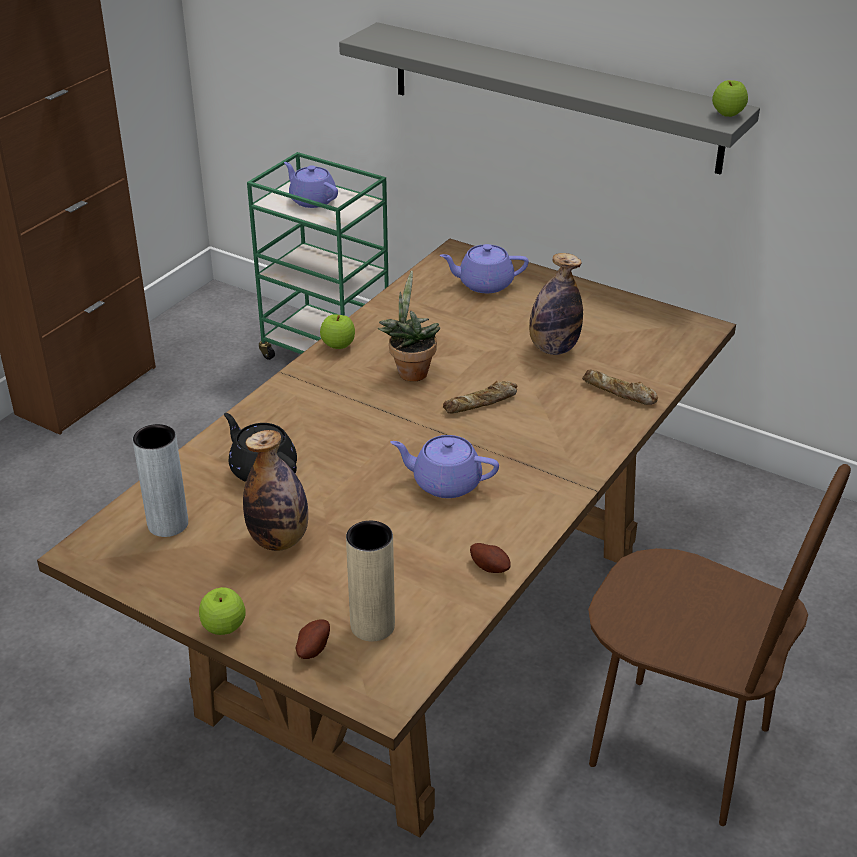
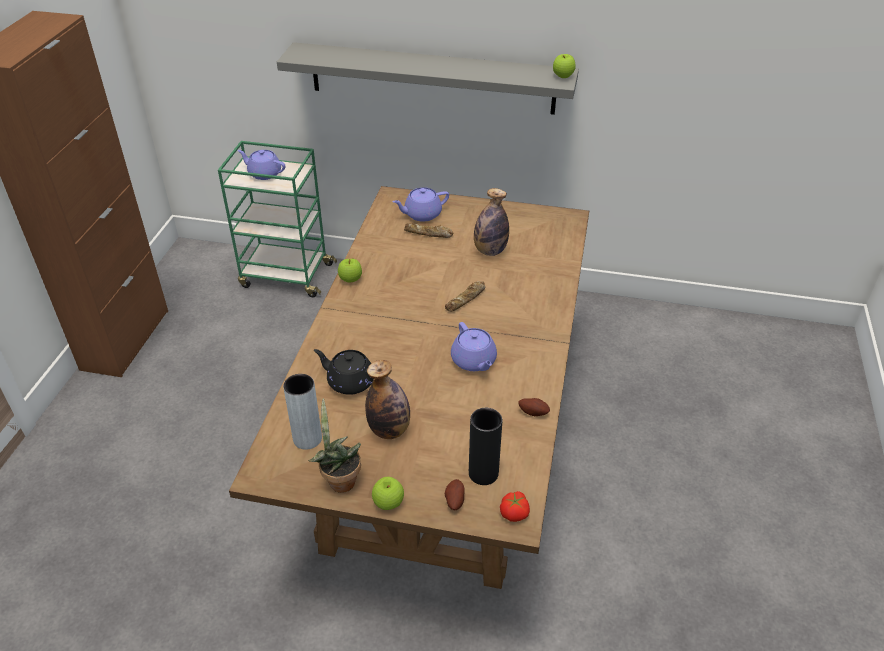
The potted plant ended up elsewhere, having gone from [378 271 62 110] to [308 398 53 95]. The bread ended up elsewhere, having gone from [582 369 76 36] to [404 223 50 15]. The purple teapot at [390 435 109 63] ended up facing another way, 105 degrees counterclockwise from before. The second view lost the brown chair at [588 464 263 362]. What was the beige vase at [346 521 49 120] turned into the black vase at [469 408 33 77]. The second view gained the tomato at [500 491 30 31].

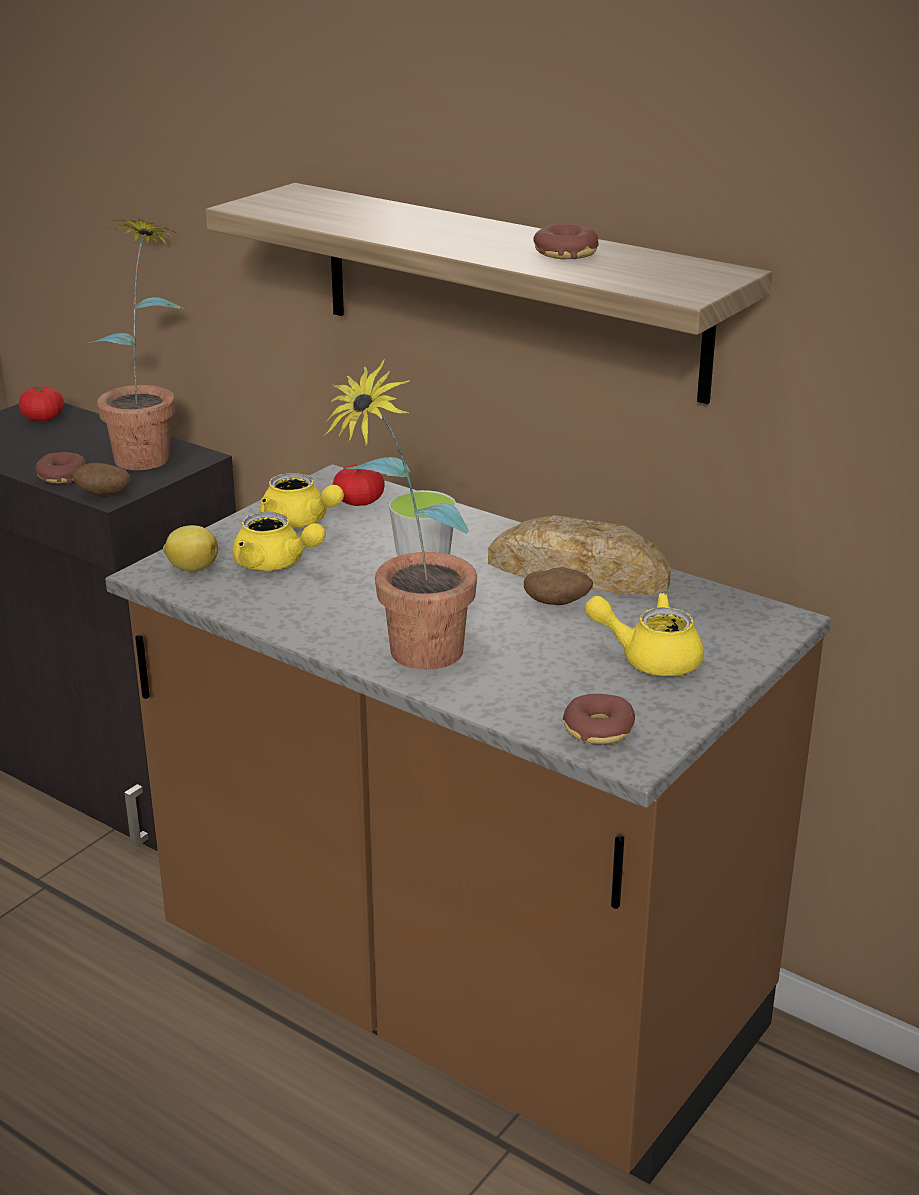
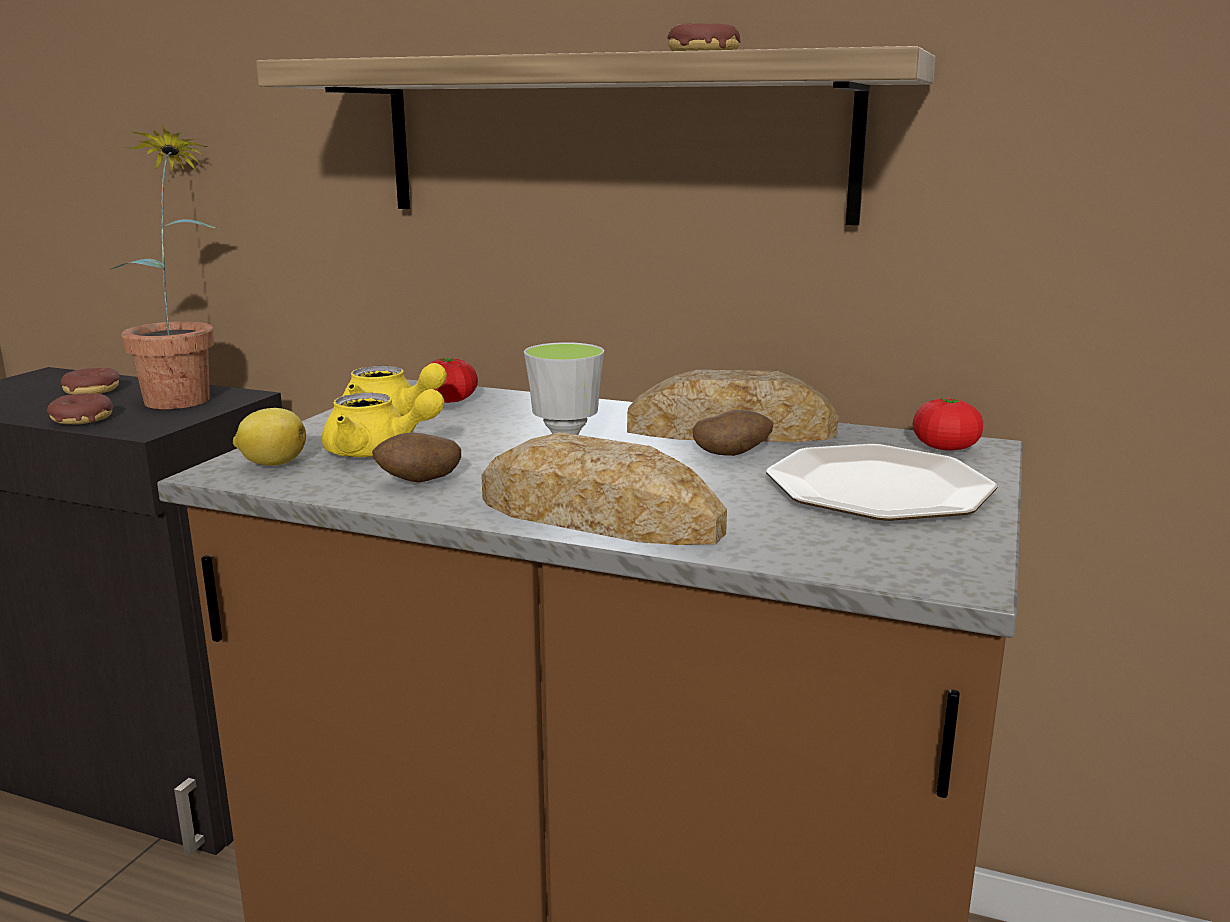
Where the potted plant stood at [324 359 153 311], the bread came to stand at [481 432 246 113]. The tomato ended up elsewhere, having gone from [19 386 45 35] to [913 398 70 53]. The potato ended up elsewhere, having gone from [72 463 59 33] to [372 433 89 50]. Where the yellow teapot stood at [585 593 119 83], the plate came to stand at [766 444 231 77]. The donut ended up elsewhere, having gone from [563 694 72 50] to [61 368 59 27].

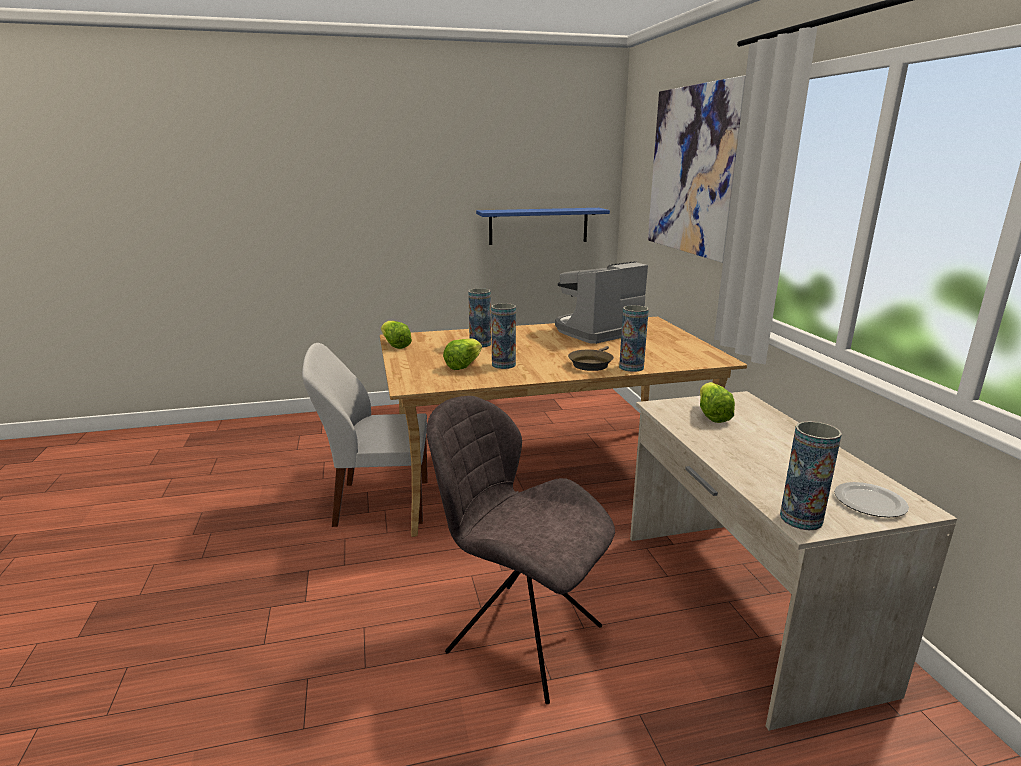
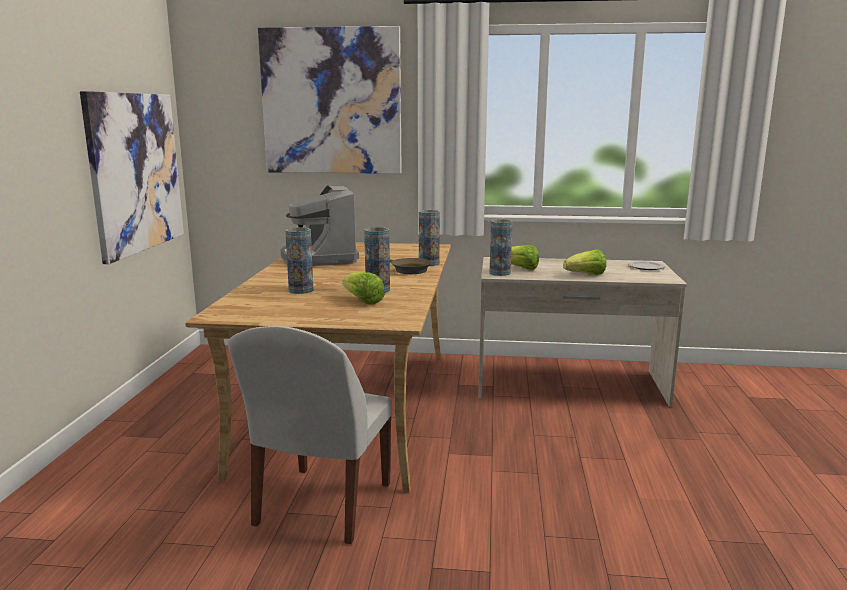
Where the blue shelf hung at [476 208 134 37], the picture came to hang at [80 91 104 173]. The lettuce ended up elsewhere, having gone from [381 321 31 28] to [563 249 44 26]. The second view lost the grey chair at [426 396 189 308]. The vase ended up elsewhere, having gone from [780 421 62 109] to [490 219 22 57].

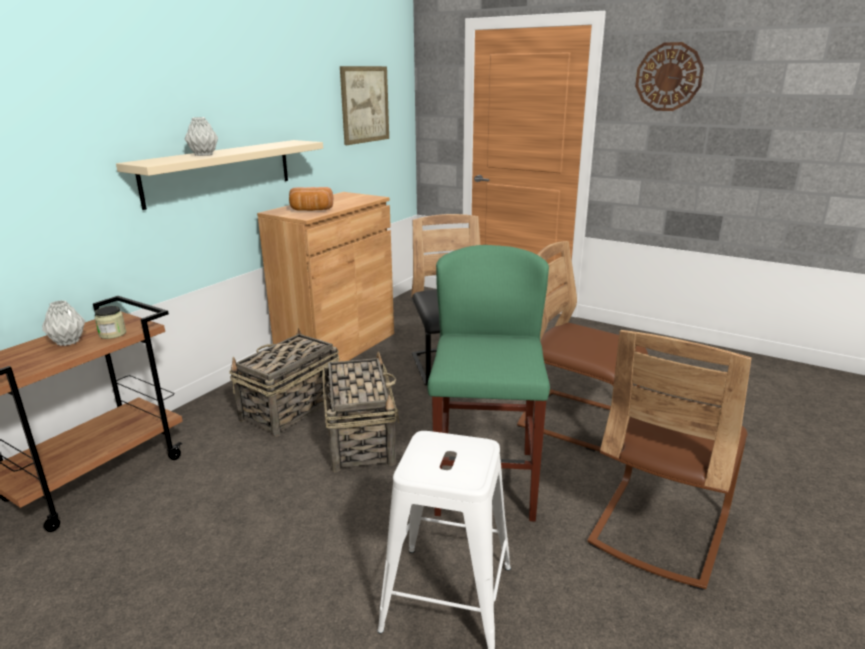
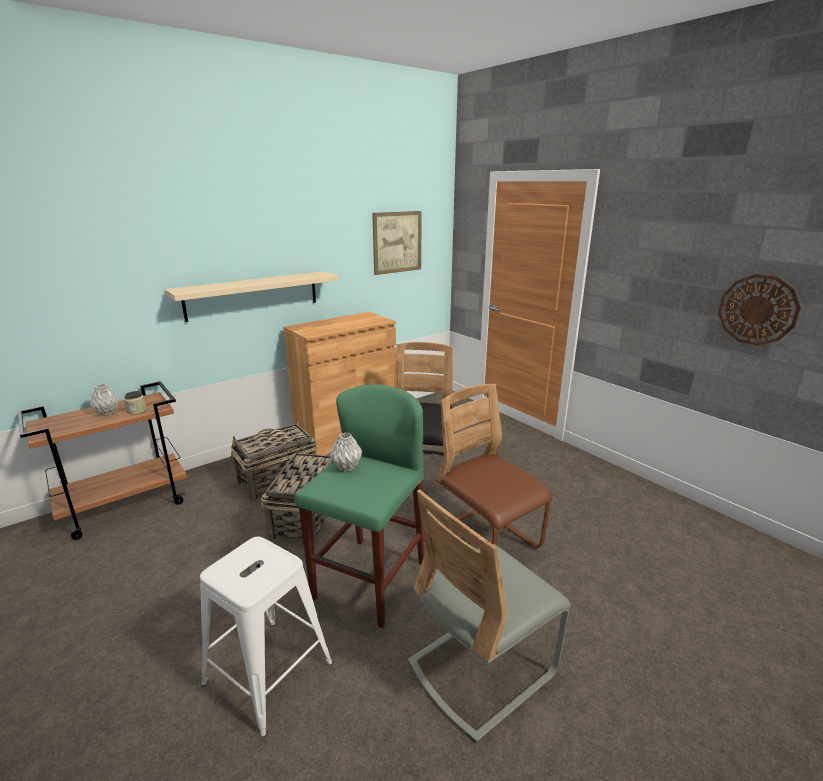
The wall clock ended up elsewhere, having gone from [635 42 69 69] to [718 274 83 72]. The grey vase ended up elsewhere, having gone from [185 117 33 39] to [330 433 32 39]. The second view lost the bread at [289 187 44 24]. What was the brown chair at [587 330 165 260] turned into the grey chair at [408 489 163 253].

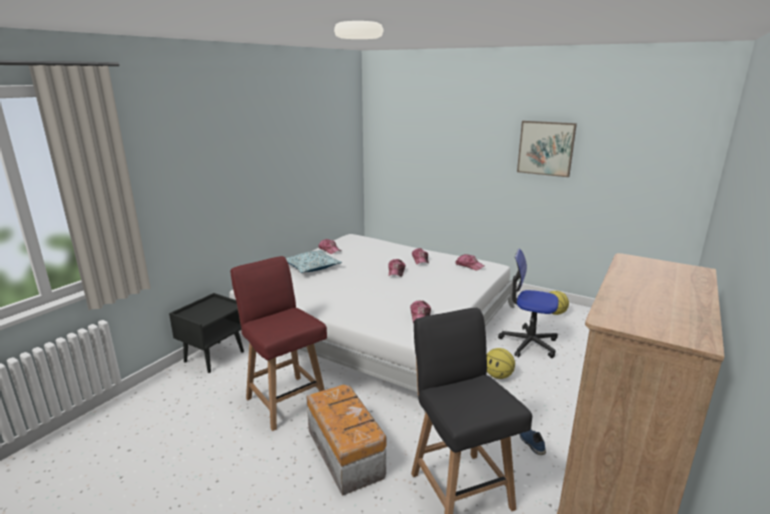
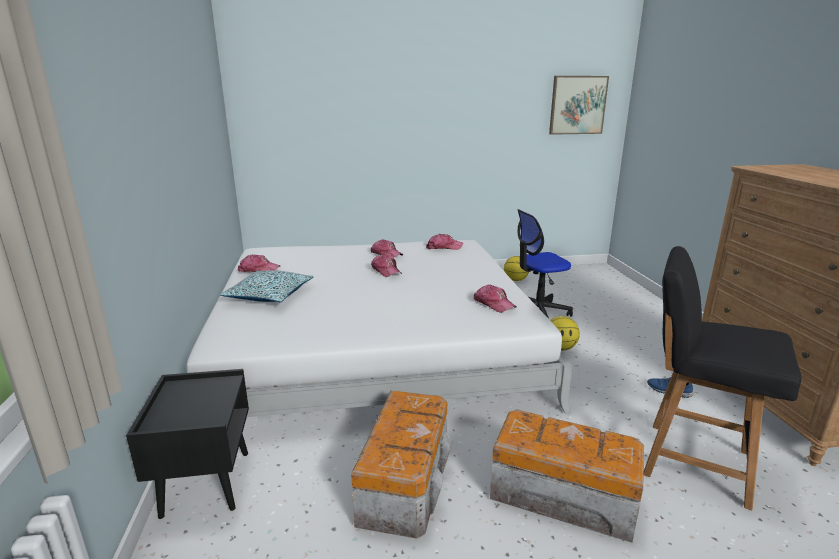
The picture ended up elsewhere, having gone from [517 121 60 56] to [549 76 60 59]. Where the red chair stood at [230 256 97 175], the storage box came to stand at [351 390 101 149].

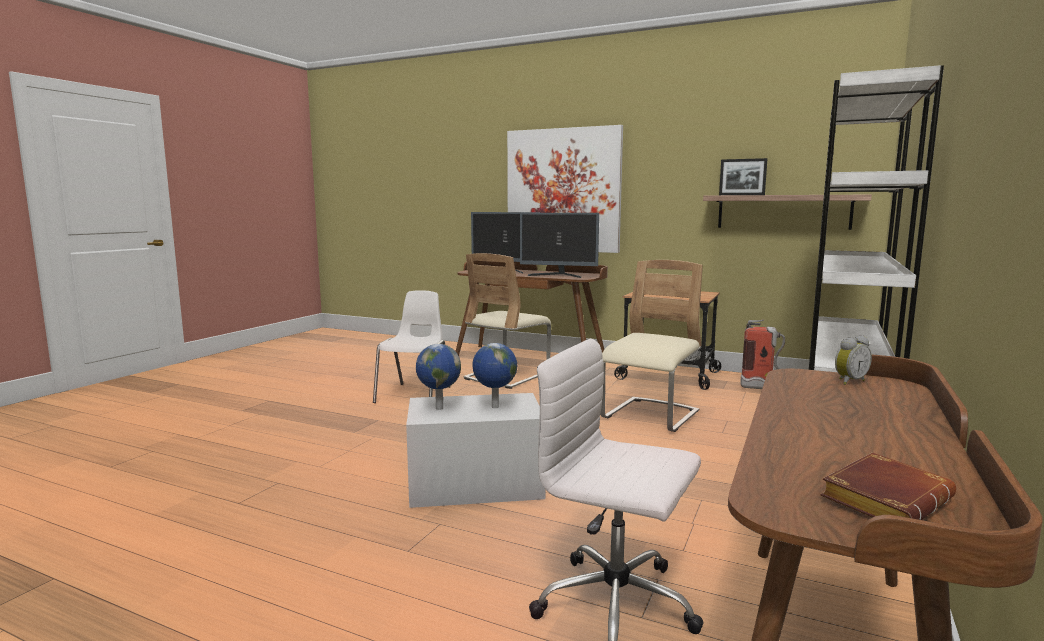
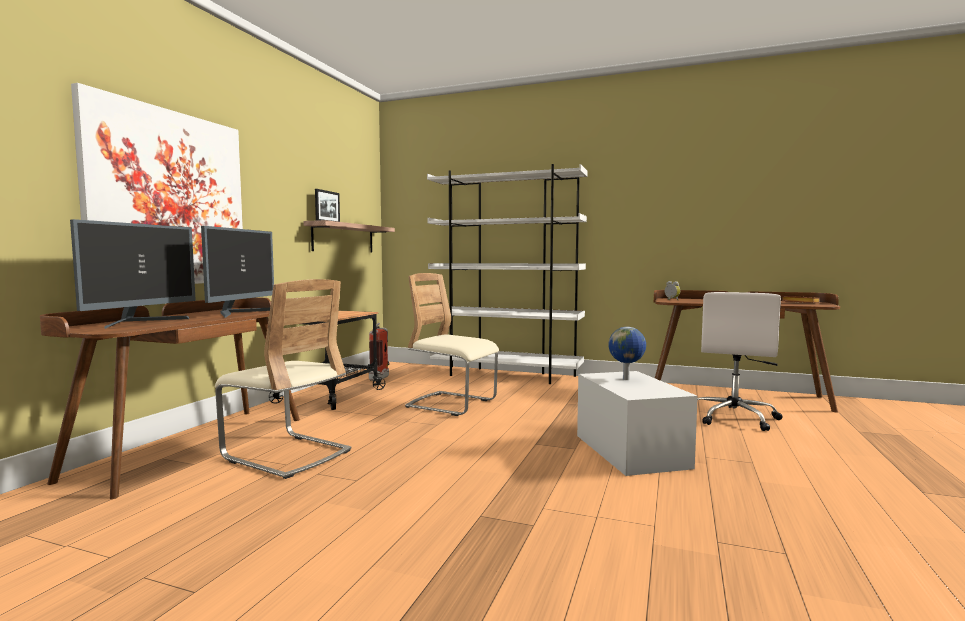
The second view lost the white chair at [373 290 78 113]. The second view lost the globe at [416 344 45 66].

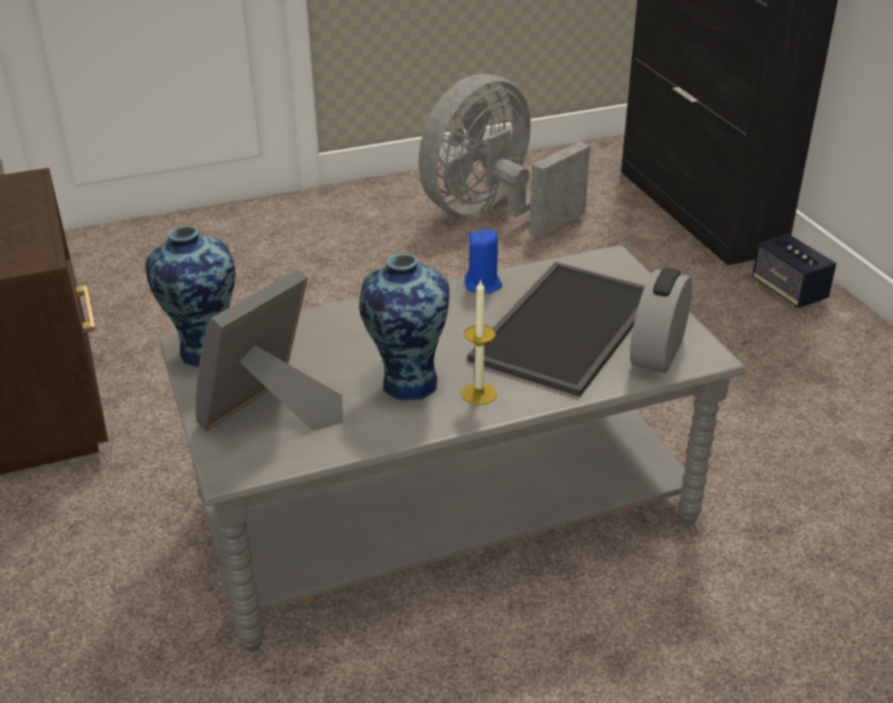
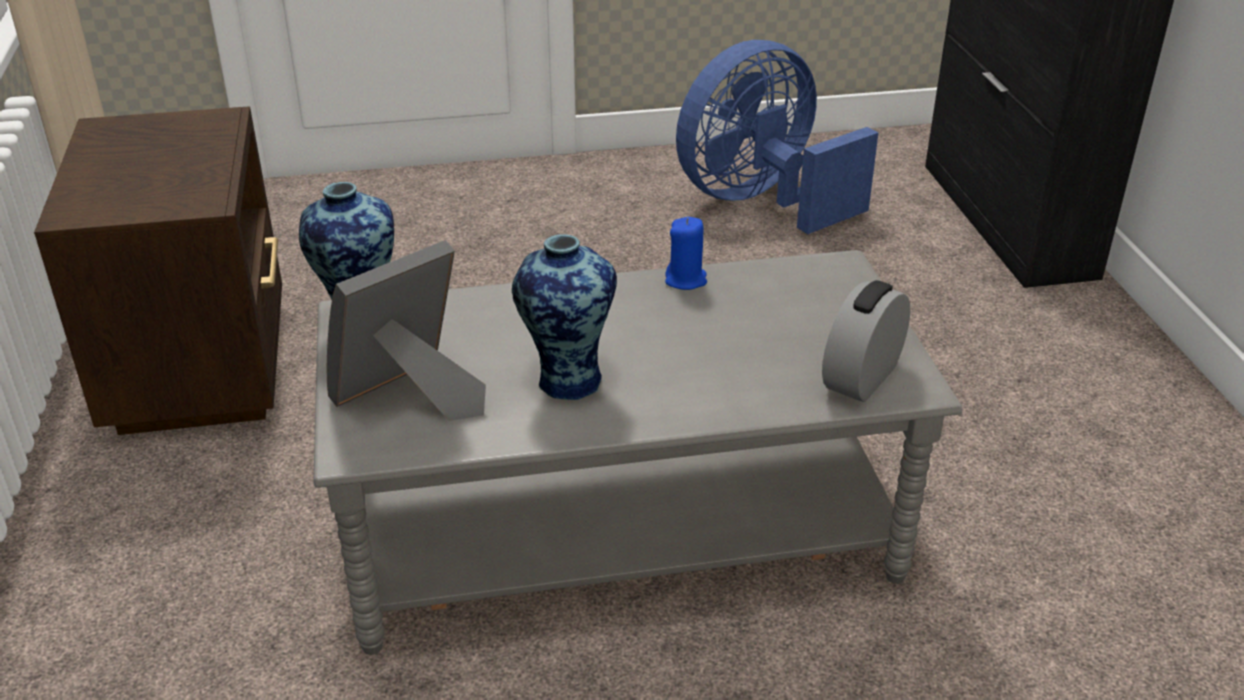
What was the grey fan at [418 74 172 164] turned into the blue fan at [676 40 202 194]. The second view lost the speaker at [752 234 84 74]. The second view lost the tray at [467 262 178 135]. The second view lost the candle at [461 279 36 126].

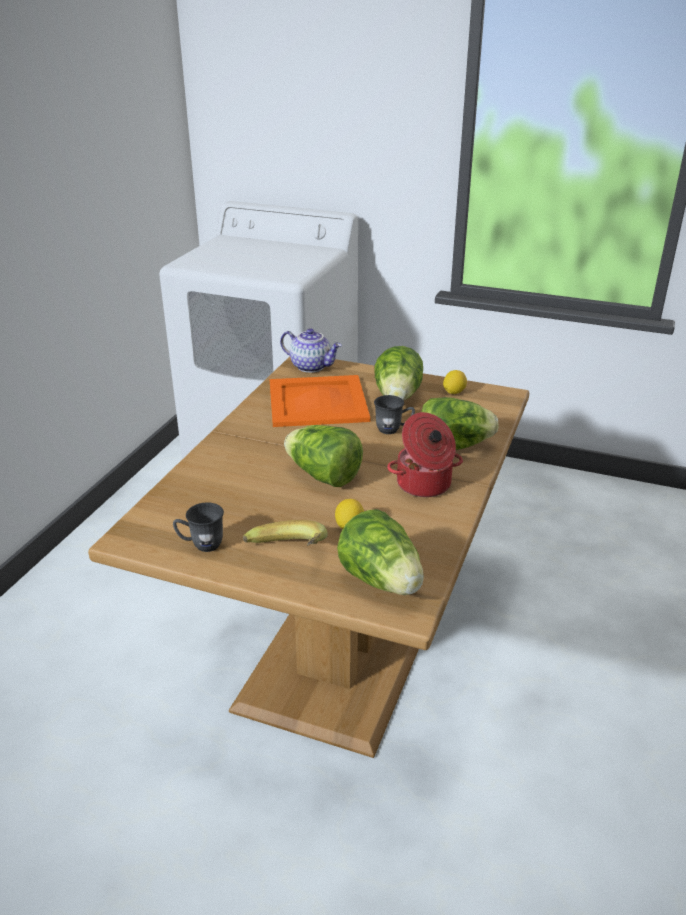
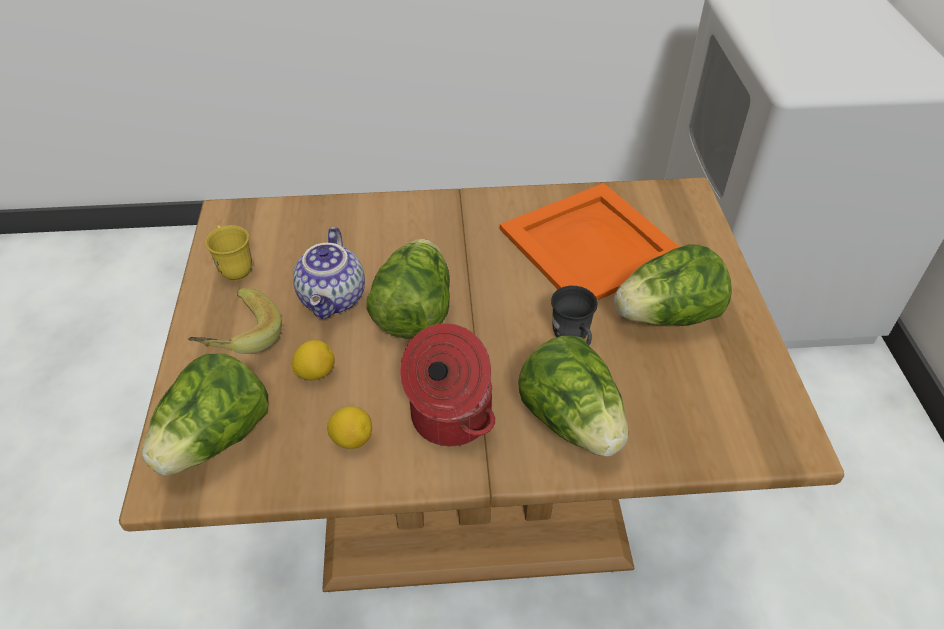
The teapot ended up elsewhere, having gone from [280 328 62 45] to [293 227 72 92]. The lemon ended up elsewhere, having gone from [443 370 24 24] to [327 406 45 43]. What was the grey mug at [173 502 51 50] turned into the yellow mug at [205 225 47 56].

